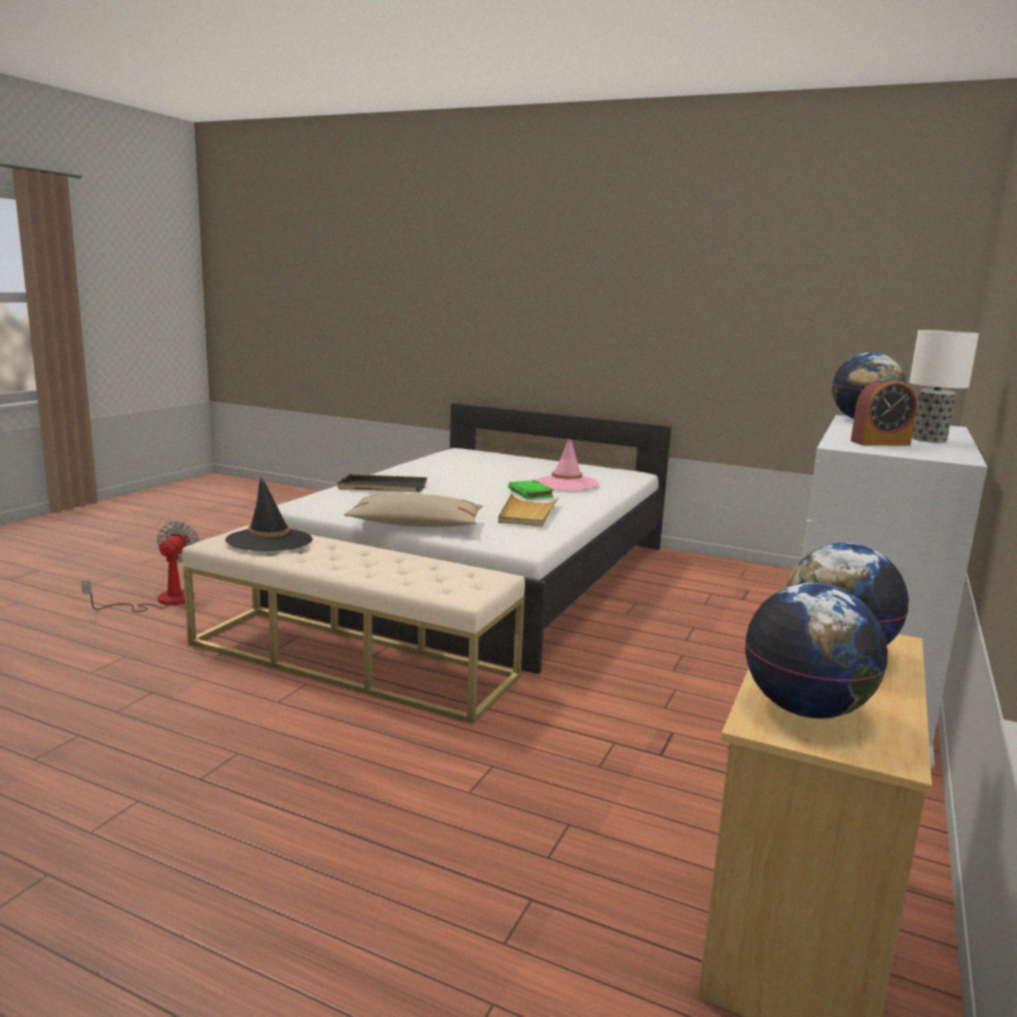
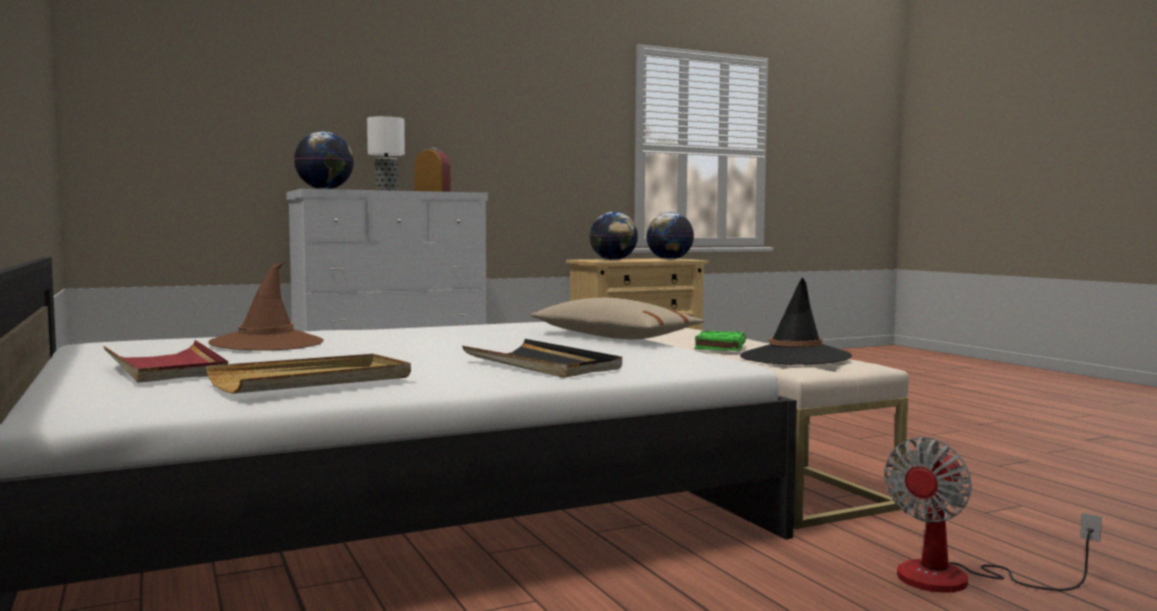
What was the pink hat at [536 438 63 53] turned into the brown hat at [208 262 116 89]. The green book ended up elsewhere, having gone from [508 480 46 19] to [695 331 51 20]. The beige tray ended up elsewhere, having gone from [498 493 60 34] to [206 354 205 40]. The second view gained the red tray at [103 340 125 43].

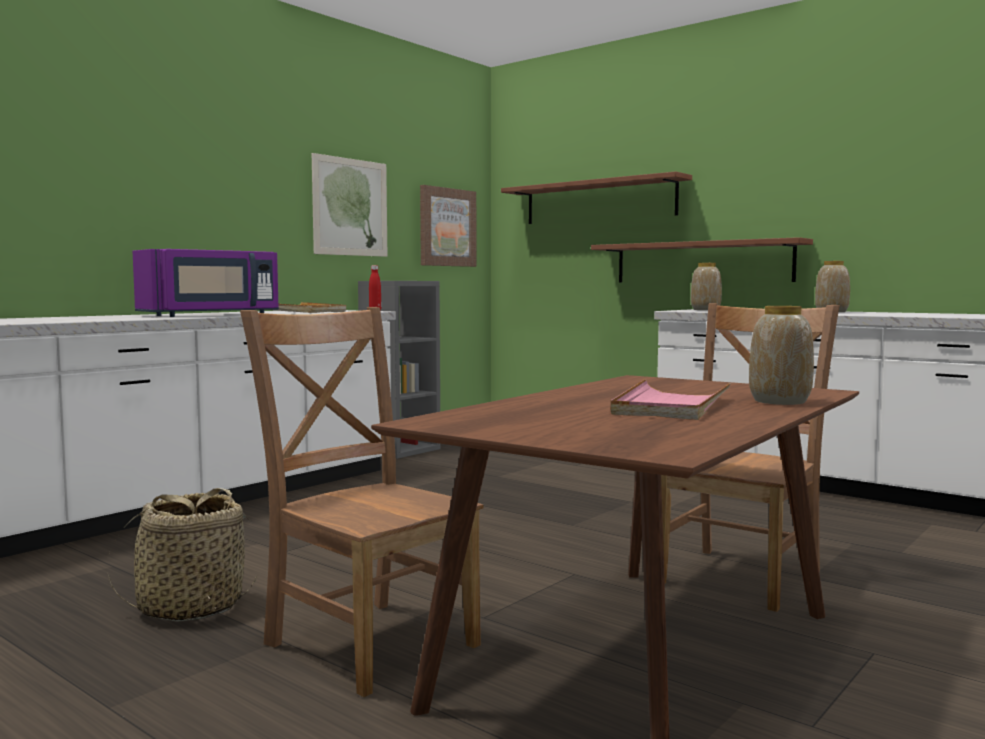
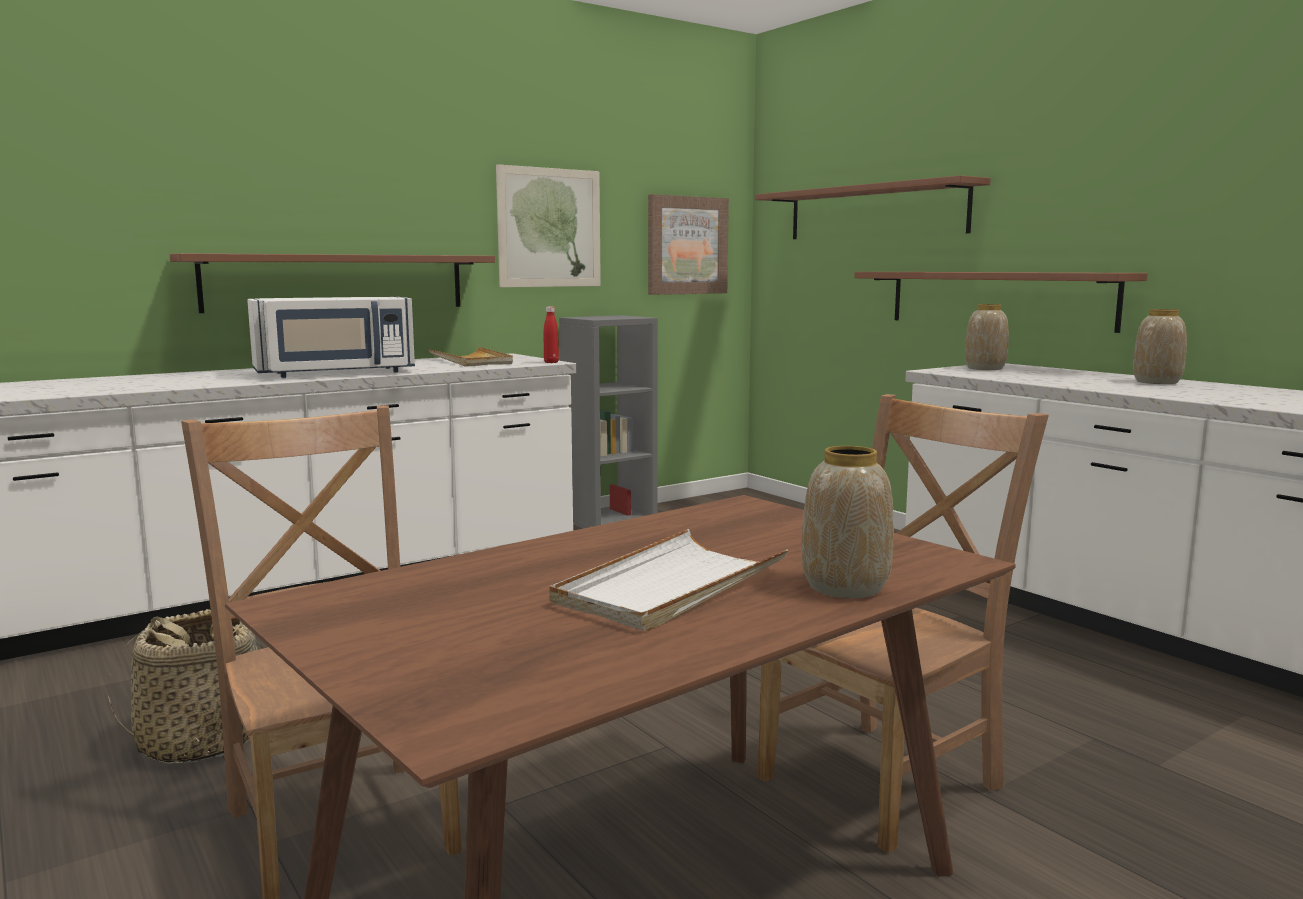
What was the purple microwave at [133 249 146 68] turned into the white microwave at [247 297 168 81]. What was the pink tray at [611 379 120 41] turned into the white tray at [549 529 239 103]. The second view gained the brown shelf at [170 253 325 60].

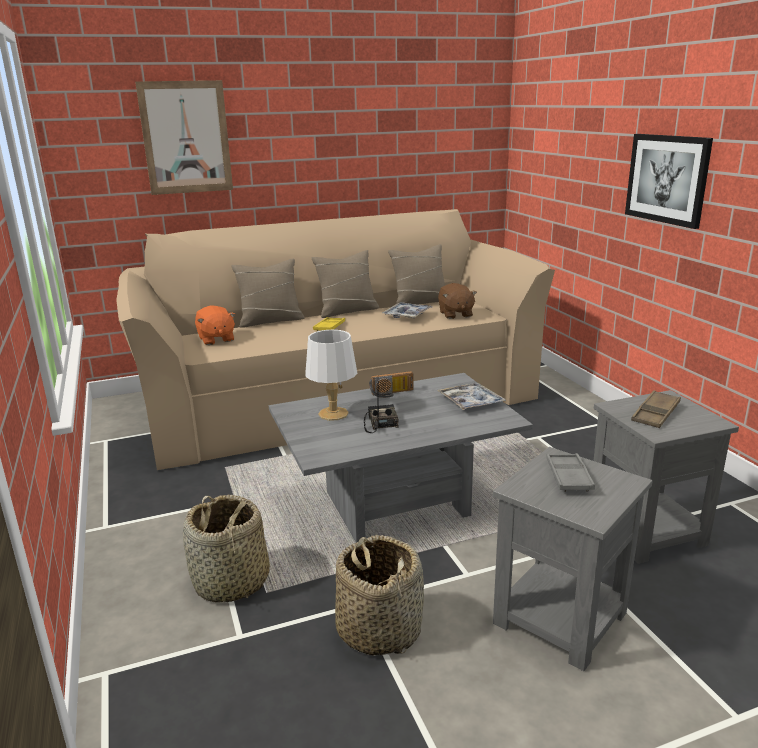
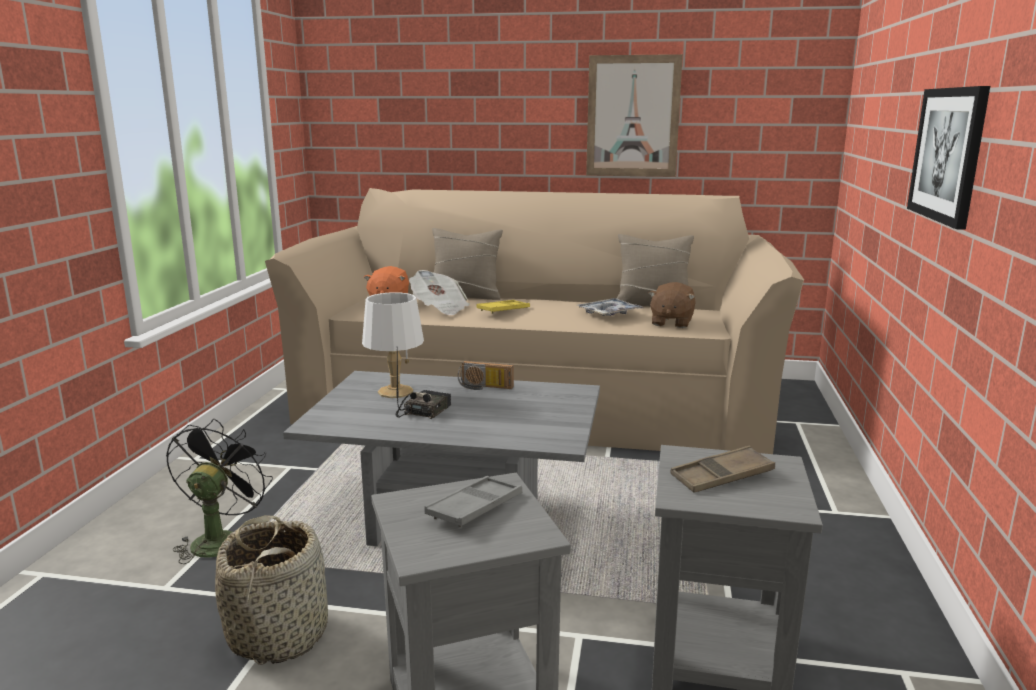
The picture ended up elsewhere, having gone from [135 80 98 115] to [586 54 97 123]. The second view lost the beige pillow at [312 250 67 68]. The second view lost the tray at [437 383 70 27]. Where the basket stood at [183 495 87 107], the black fan came to stand at [166 419 107 145]. The second view gained the newspaper at [409 270 61 46].

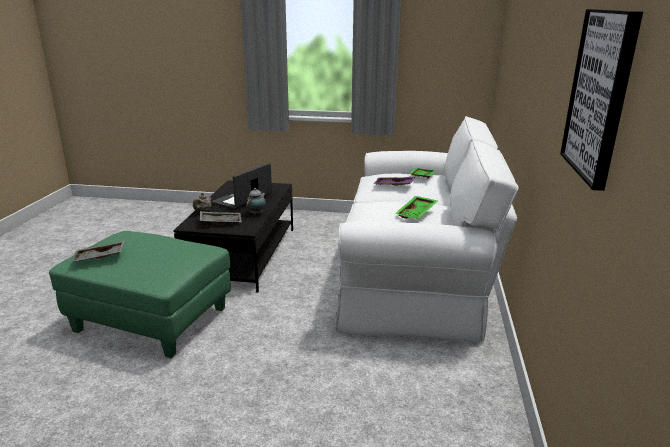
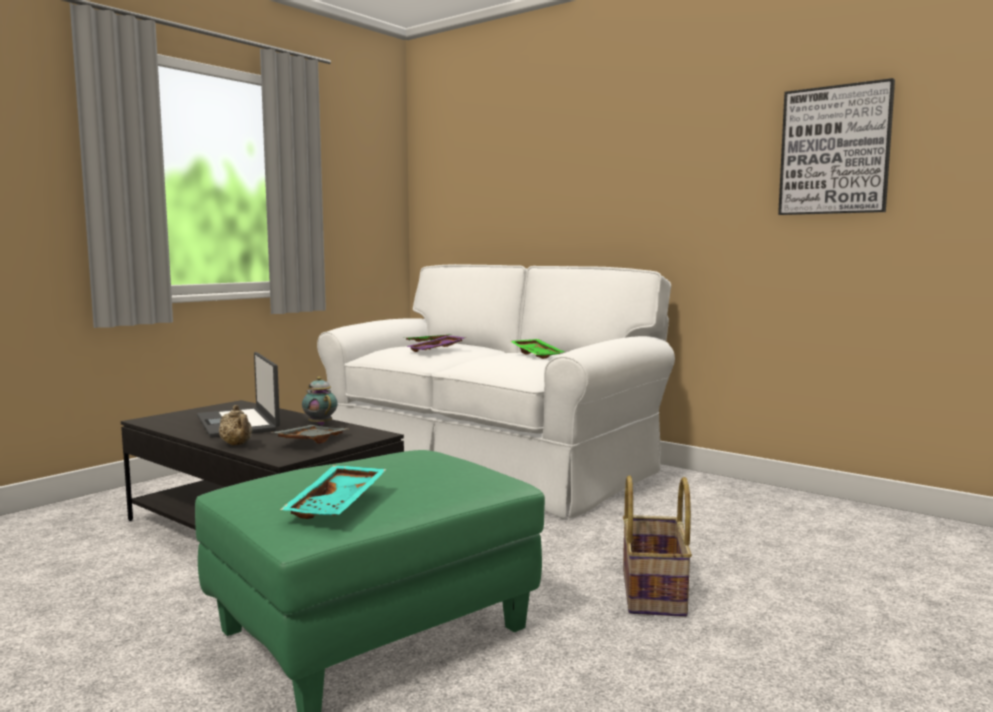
What was the grey tray at [70 240 55 22] turned into the turquoise tray at [280 465 107 54]. The second view gained the basket at [623 475 69 142].

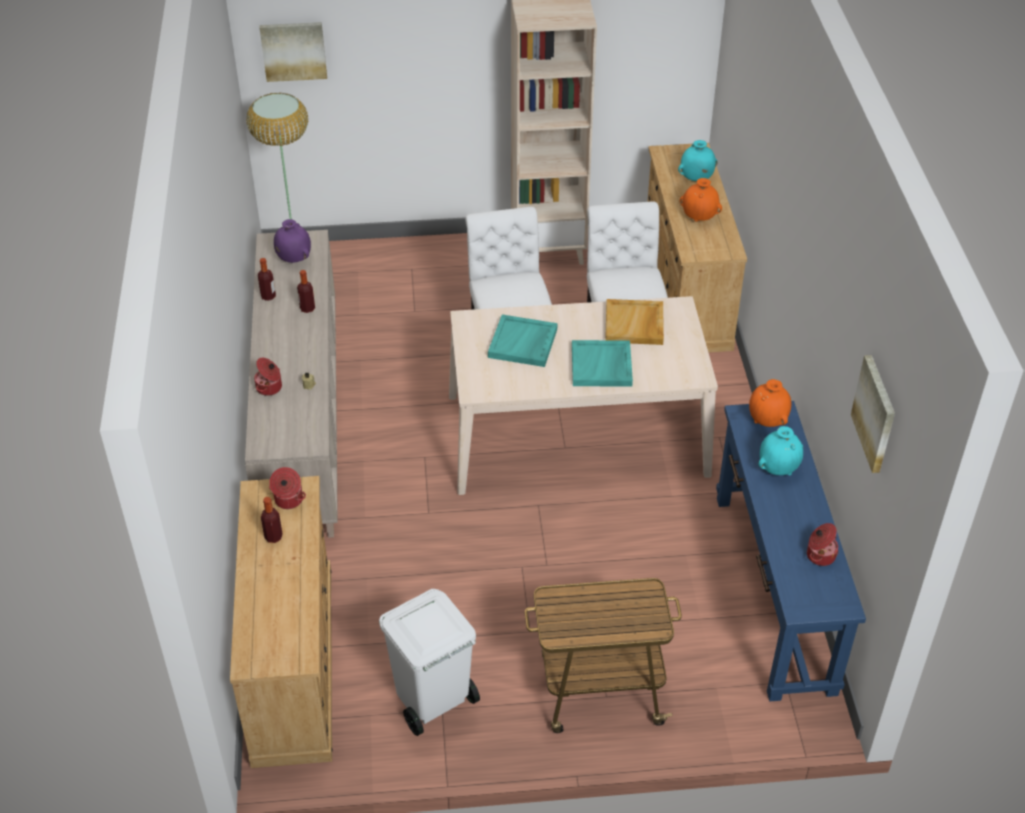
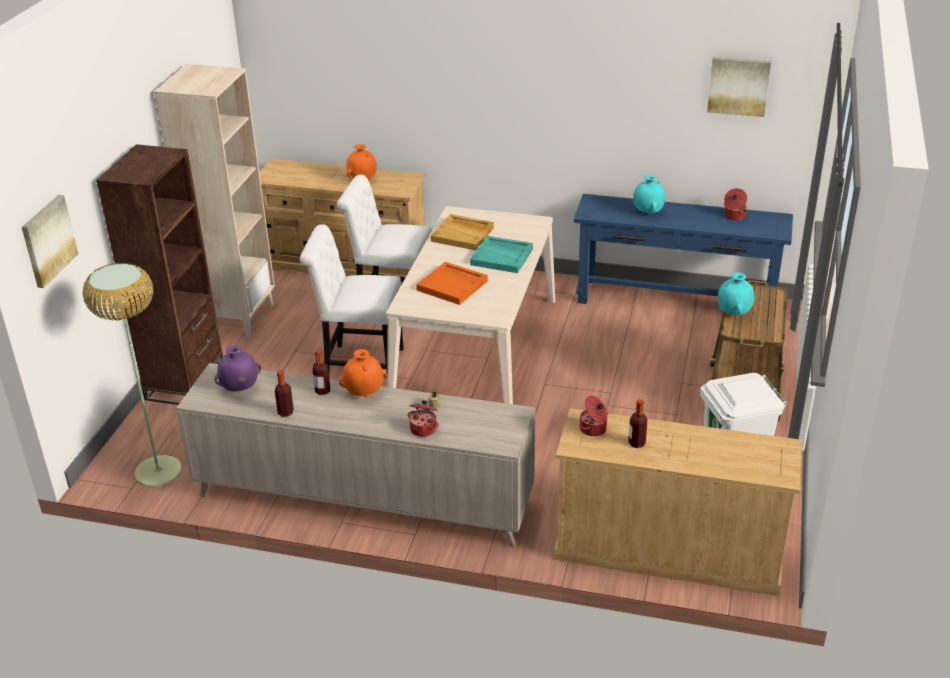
The turquoise vase ended up elsewhere, having gone from [678 140 40 41] to [718 273 37 42]. What was the turquoise tray at [488 315 69 52] turned into the orange tray at [416 262 72 43]. The orange vase ended up elsewhere, having gone from [749 379 42 48] to [339 349 48 48]. The second view gained the brown bookcase at [96 144 127 261].

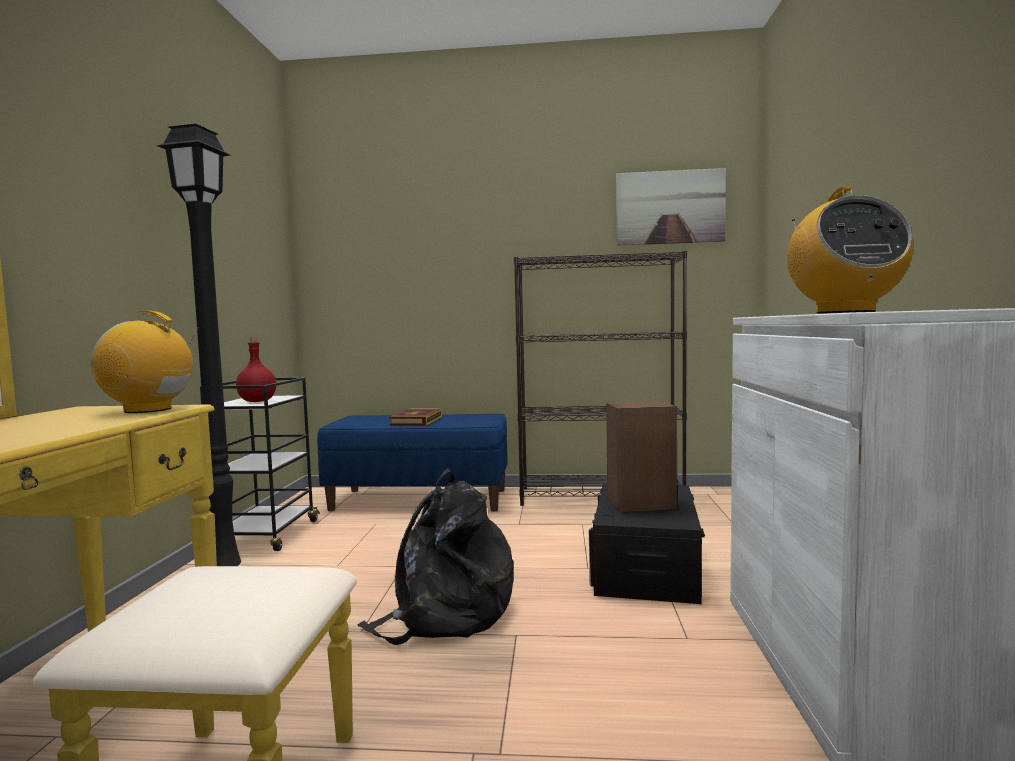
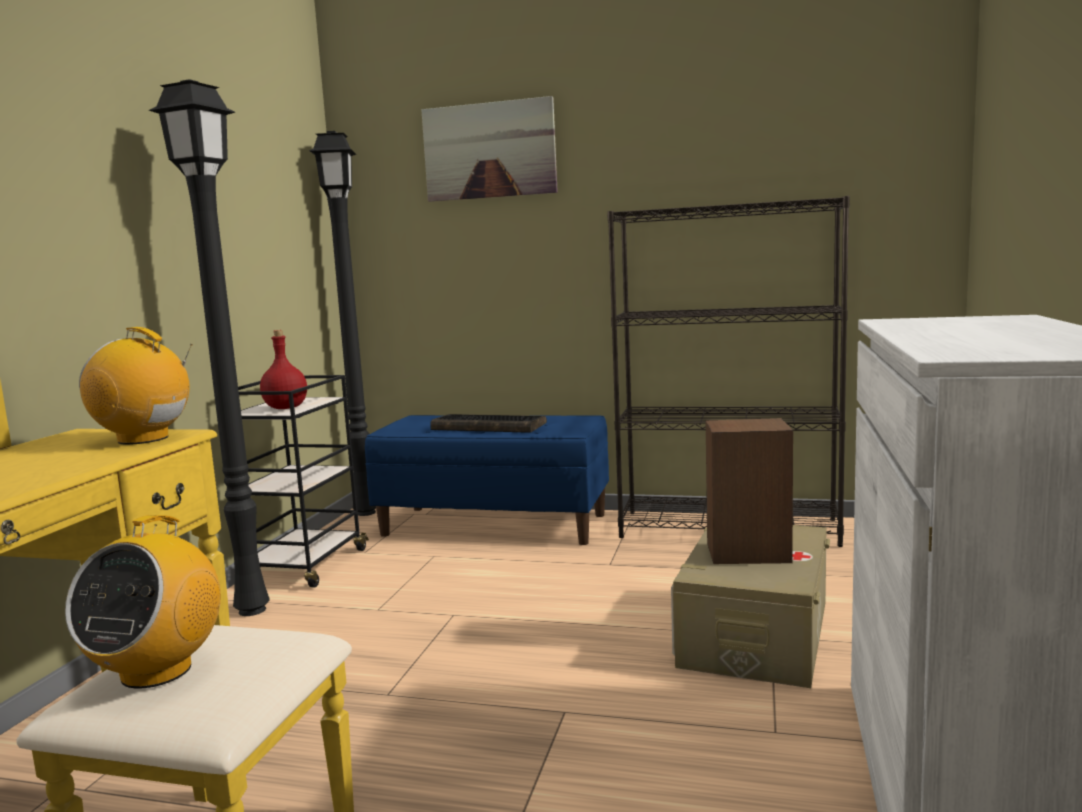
The picture ended up elsewhere, having gone from [616 168 110 78] to [421 96 137 106]. The radio ended up elsewhere, having gone from [787 186 126 128] to [65 515 156 174]. Where the book stood at [389 409 53 17], the keyboard came to stand at [430 414 117 19]. The second view lost the black backpack at [358 468 156 177]. What was the black storage box at [589 483 116 121] turned into the beige storage box at [671 525 159 163]. The second view gained the black floor lamp at [310 131 66 385].

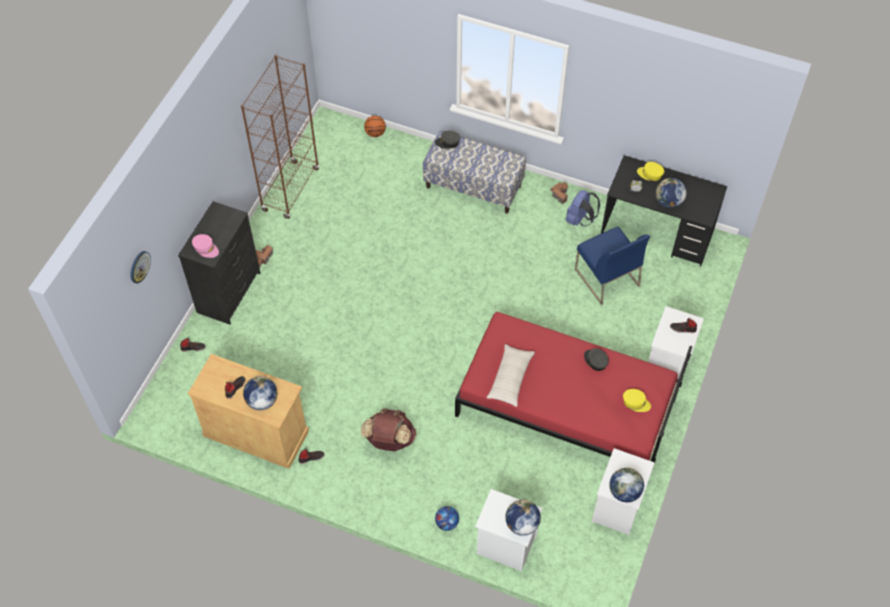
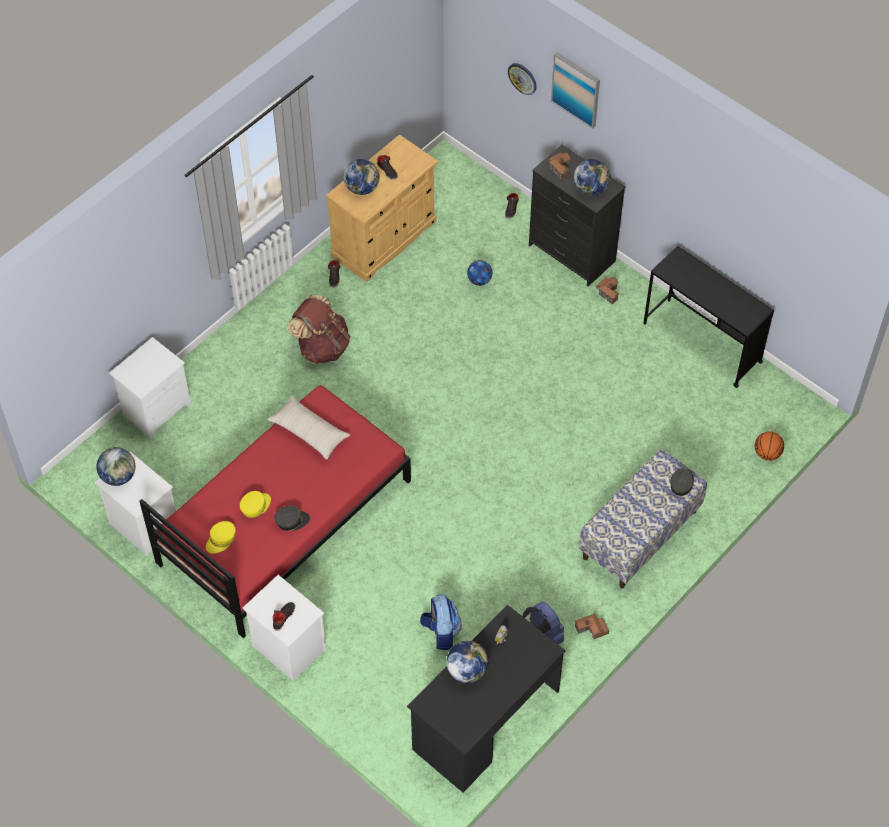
Where the brown bookcase stood at [241 55 78 164], the black desk came to stand at [643 246 131 142]. The yellow cap ended up elsewhere, having gone from [637 162 27 19] to [240 491 31 27]. Where the blue chair stood at [575 227 75 78], the backpack came to stand at [420 594 42 56]. Where the pink cap stood at [192 234 27 24], the toy house came to stand at [549 152 22 28]. The globe ended up elsewhere, having gone from [505 499 36 37] to [574 159 37 37]. The football ended up elsewhere, having gone from [435 506 24 25] to [467 260 25 26]. The second view gained the picture at [551 52 49 77].

